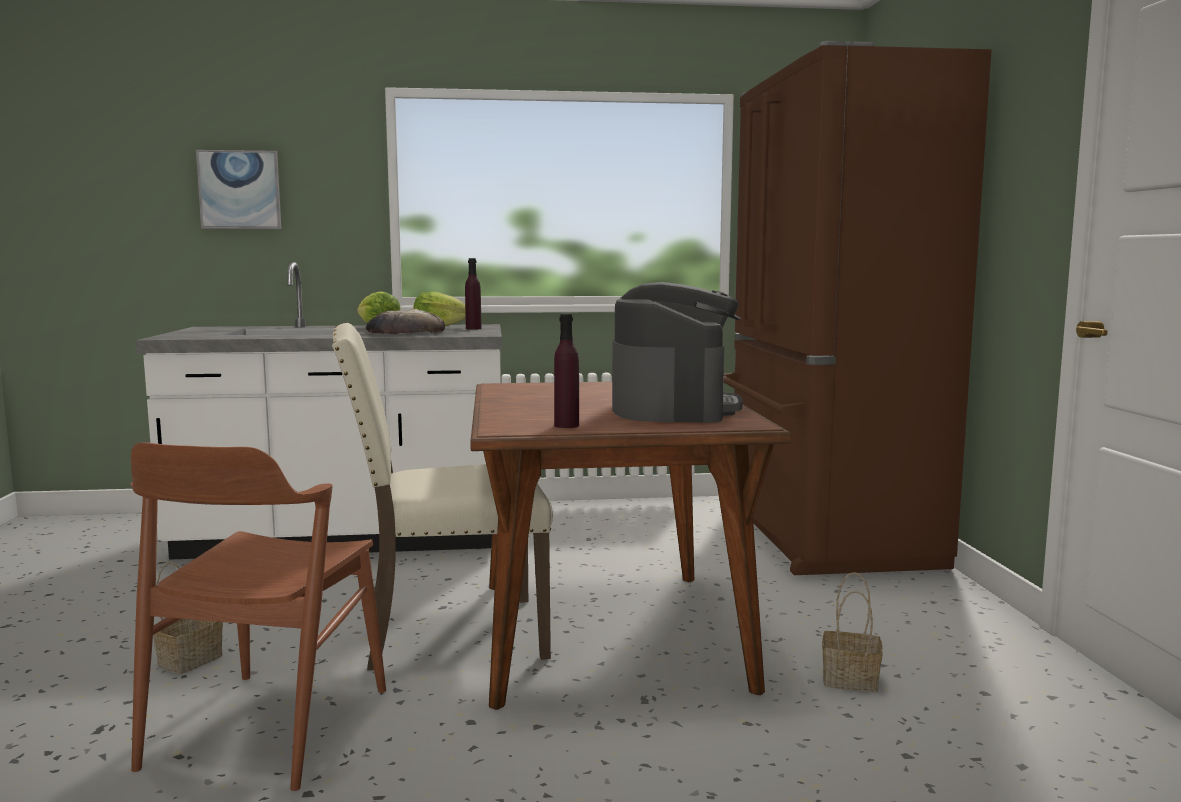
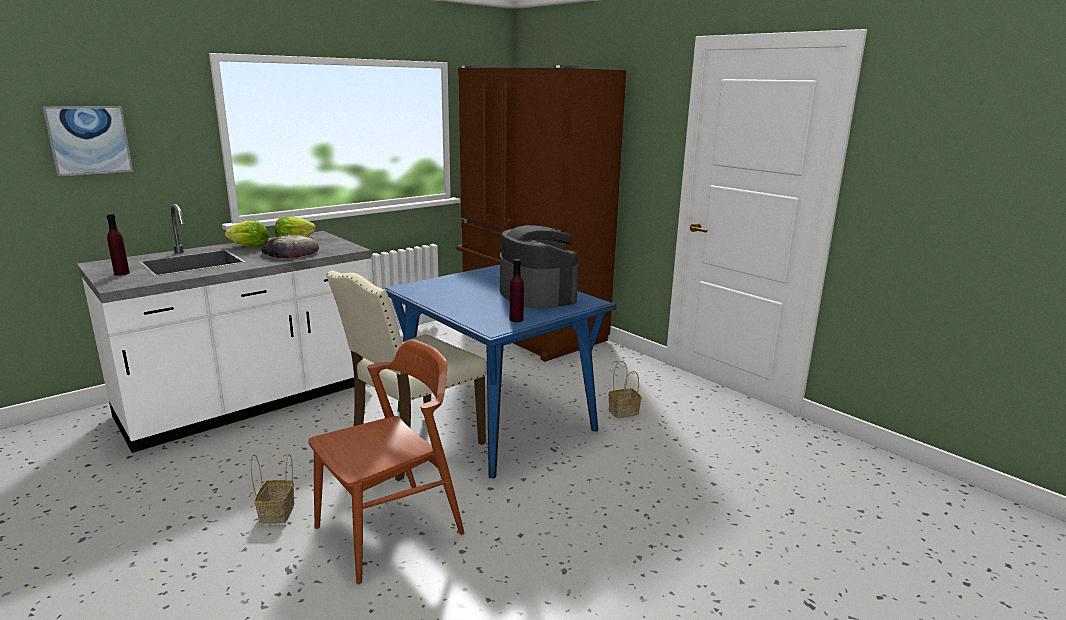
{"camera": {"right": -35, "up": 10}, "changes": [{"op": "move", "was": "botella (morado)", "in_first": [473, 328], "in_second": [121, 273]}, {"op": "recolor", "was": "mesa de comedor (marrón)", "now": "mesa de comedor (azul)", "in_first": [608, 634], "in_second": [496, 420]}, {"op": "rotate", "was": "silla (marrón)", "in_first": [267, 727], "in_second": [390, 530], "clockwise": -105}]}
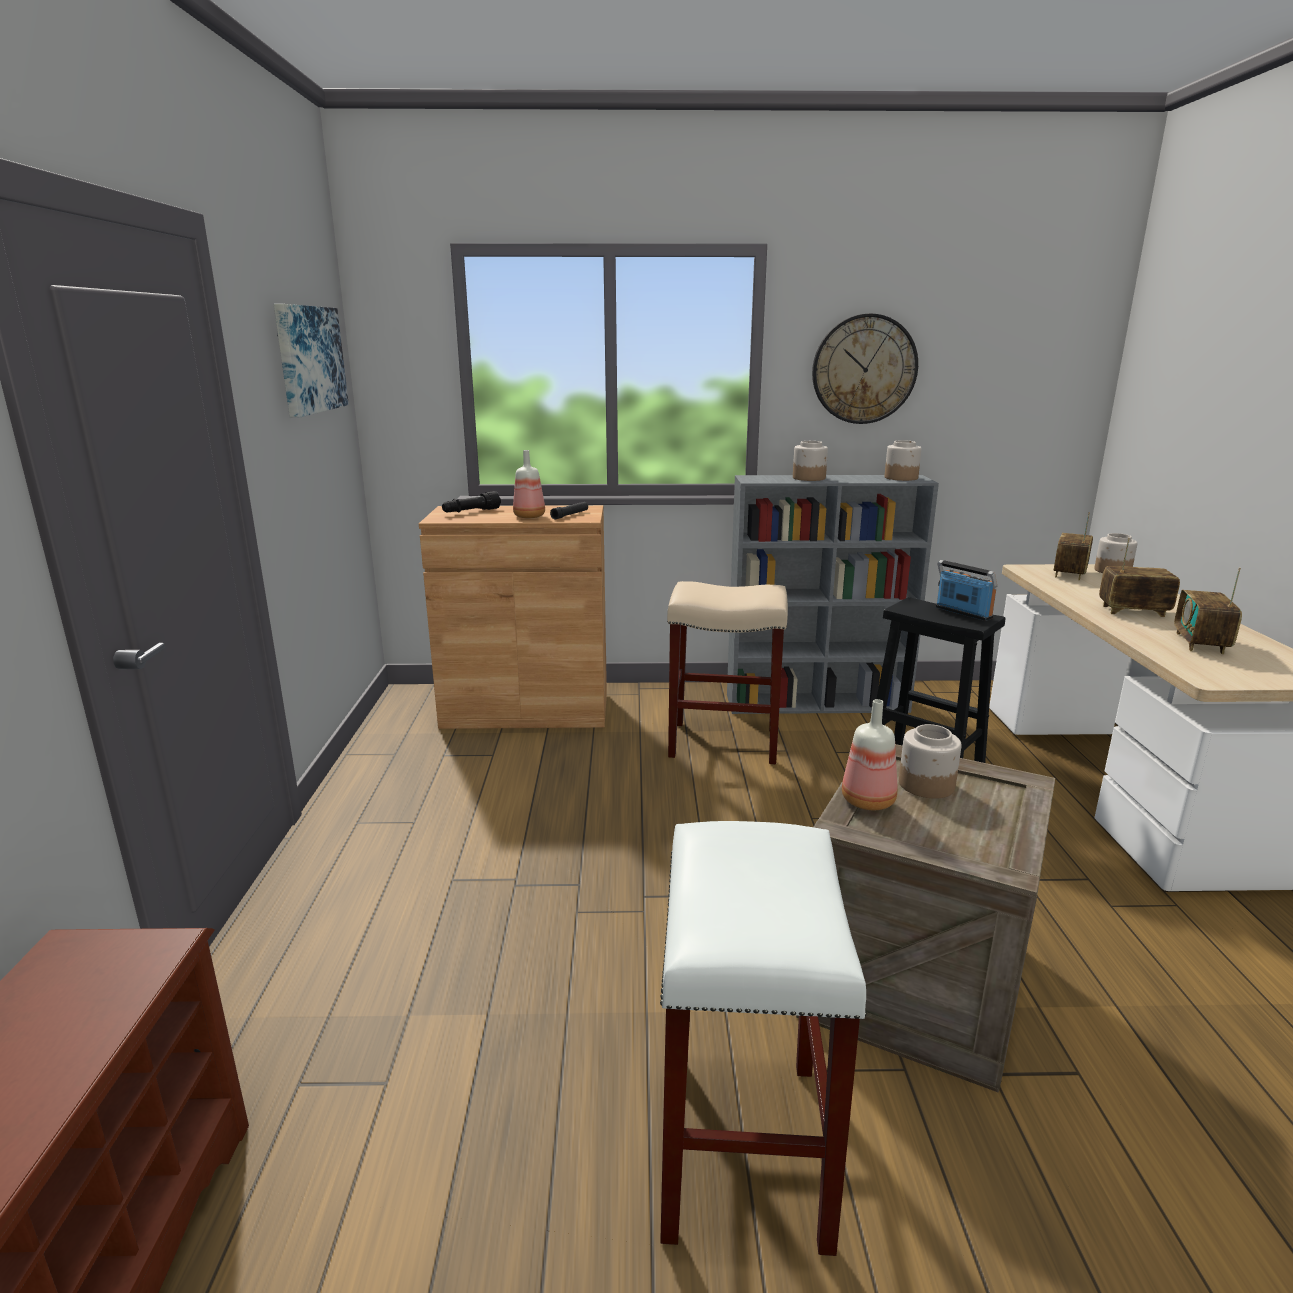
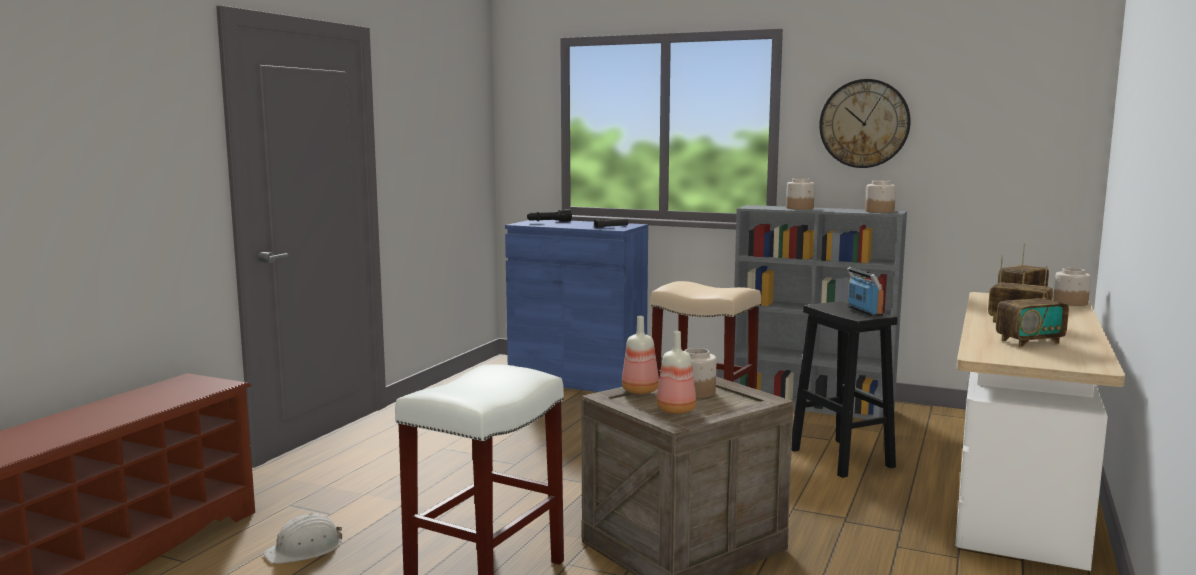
{"camera": {"right": 25, "up": -10}, "changes": [{"op": "delete", "was": "cuadro", "in_first": [309, 359]}, {"op": "insert", "now": "casco (blanco)", "in_second": [305, 549]}, {"op": "move", "was": "botella", "in_first": [529, 516], "in_second": [676, 410]}, {"op": "recolor", "was": "armario (marrón)", "now": "armario (azul)", "in_first": [526, 710], "in_second": [577, 379]}, {"op": "rotate", "was": "radio", "in_first": [1200, 643], "in_second": [1029, 342], "clockwise": -150}]}
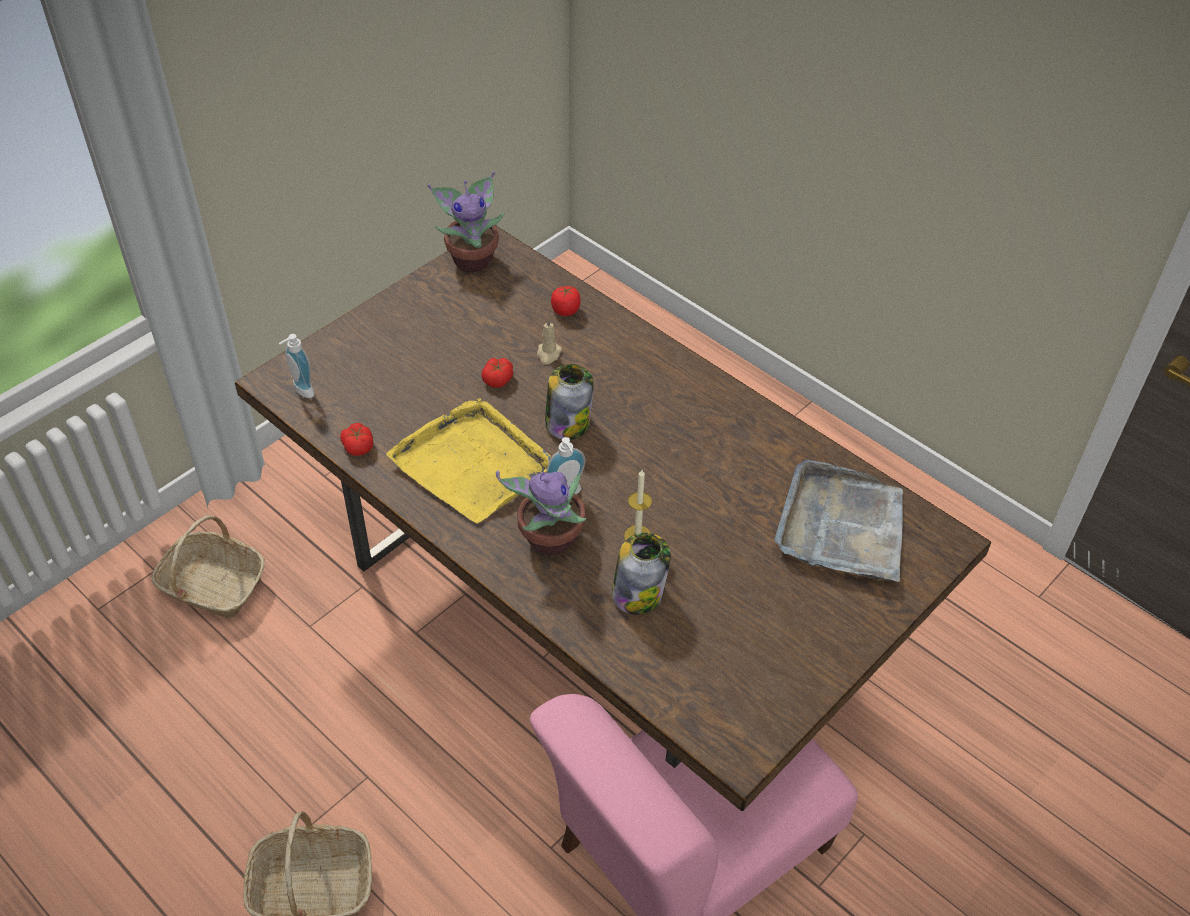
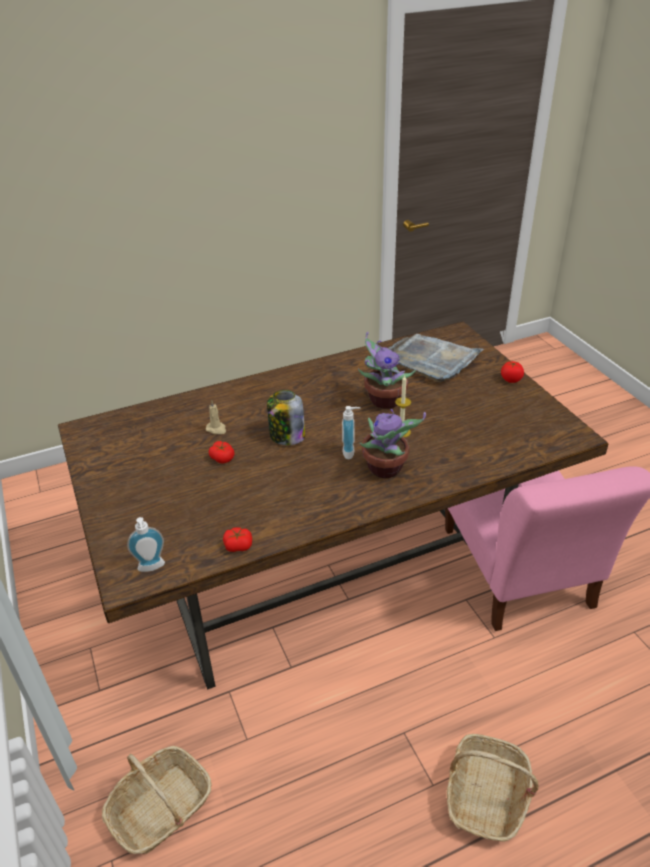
{"camera": {"right": -65, "up": -10}, "changes": [{"op": "delete", "was": "bandeja (amarillo)", "in_first": [473, 464]}, {"op": "delete", "was": "tarro", "in_first": [638, 593]}, {"op": "move", "was": "planta en maceta", "in_first": [472, 258], "in_second": [383, 400]}, {"op": "move", "was": "tomate", "in_first": [565, 310], "in_second": [511, 379]}]}
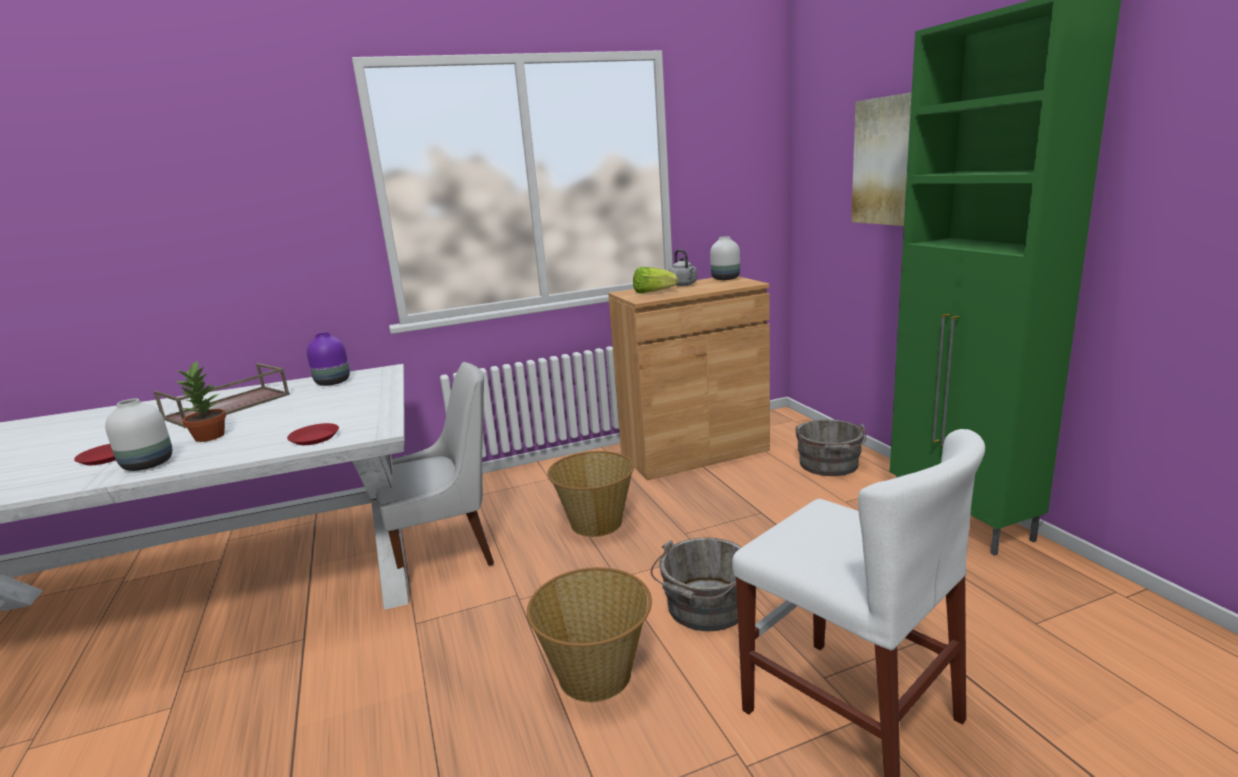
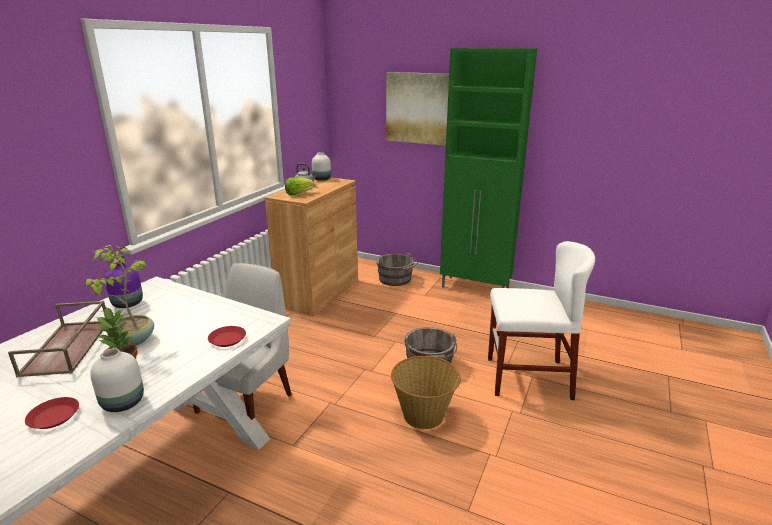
{"camera": {"right": -45, "up": 5}, "changes": [{"op": "delete", "was": "cesta", "in_first": [595, 523]}, {"op": "insert", "now": "planta en maceta", "in_second": [133, 340]}]}
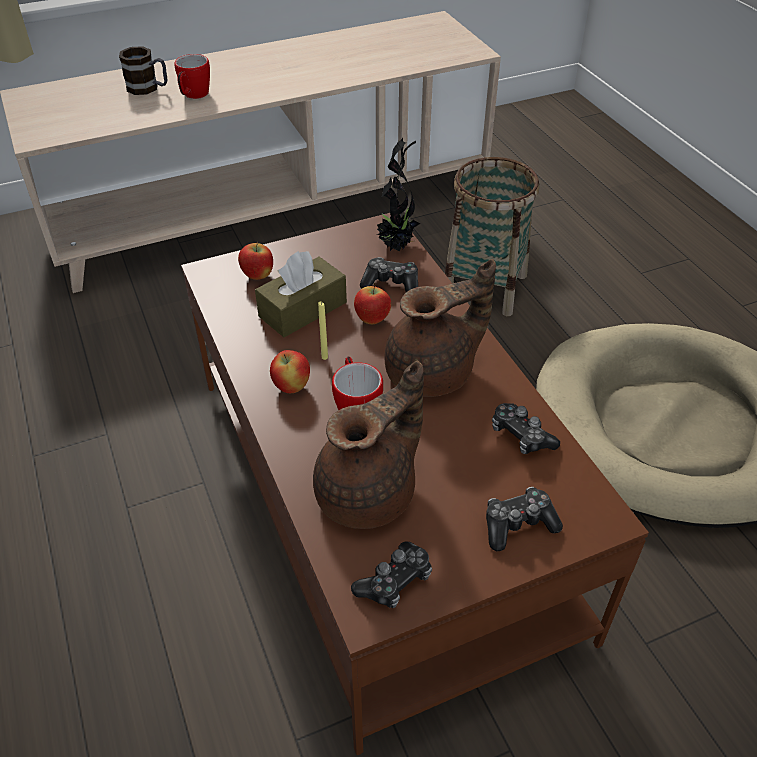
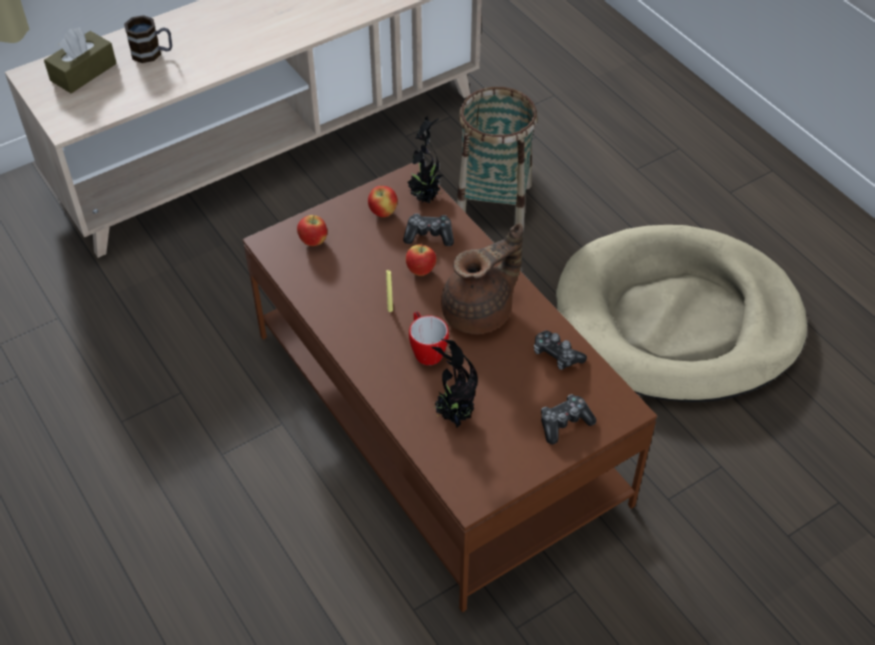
{"camera": {"right": -10, "up": 5}, "changes": [{"op": "delete", "was": "taza grande", "in_first": [194, 96]}, {"op": "delete", "was": "mando de consola", "in_first": [395, 582]}, {"op": "move", "was": "caja de pañuelos (marrón)", "in_first": [303, 309], "in_second": [83, 72]}, {"op": "move", "was": "manzana", "in_first": [291, 387], "in_second": [383, 212]}, {"op": "replace", "was": "tetera (marrón)", "now": "planta en maceta", "in_first": [370, 493], "in_second": [452, 415]}]}
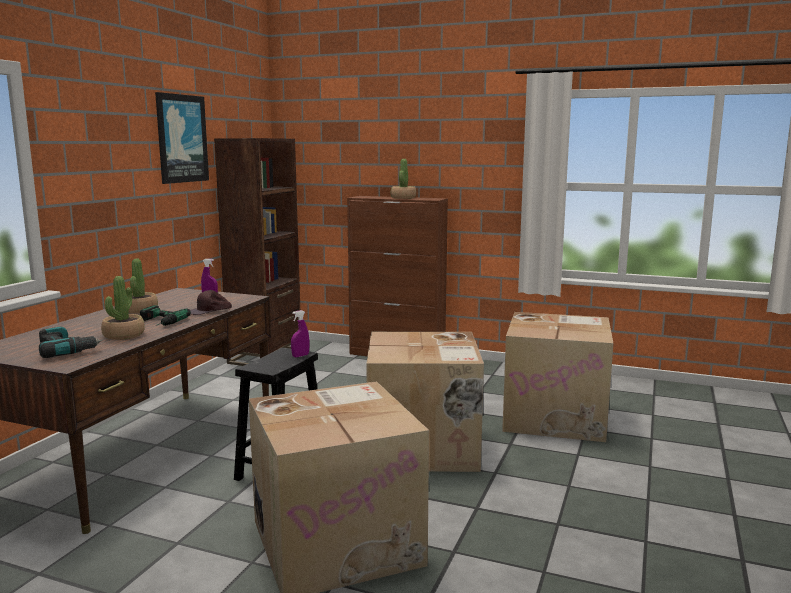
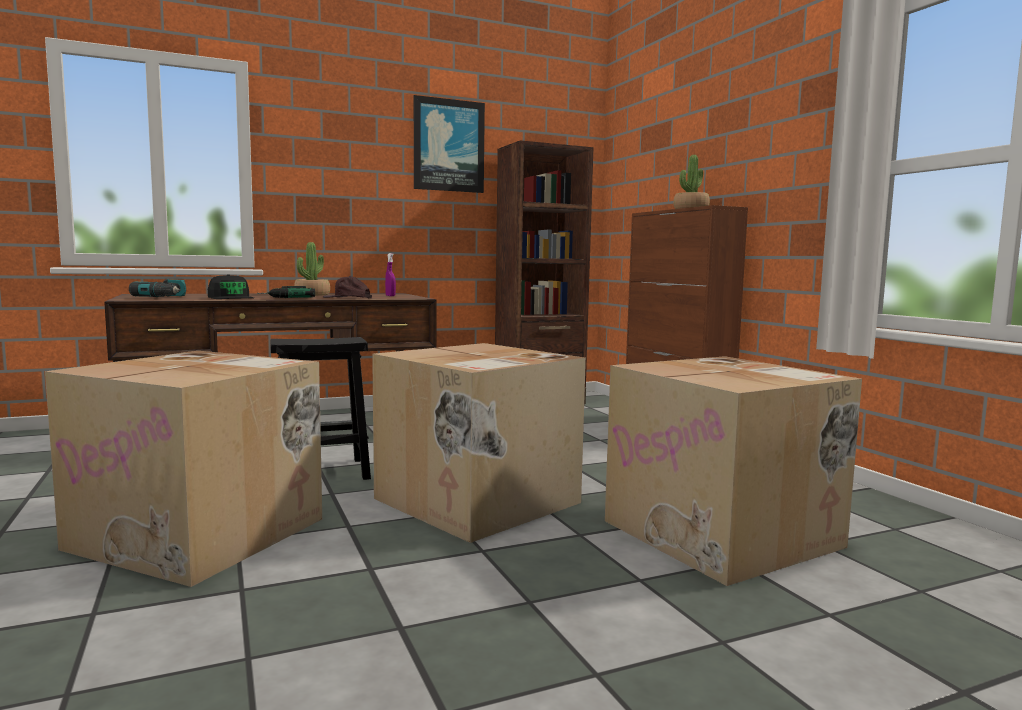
{"camera": {"right": 45, "up": -5}, "changes": [{"op": "delete", "was": "pulverizador (morado)", "in_first": [300, 356]}, {"op": "replace", "was": "planta en maceta", "now": "gorra (negro)", "in_first": [123, 335], "in_second": [231, 298]}]}
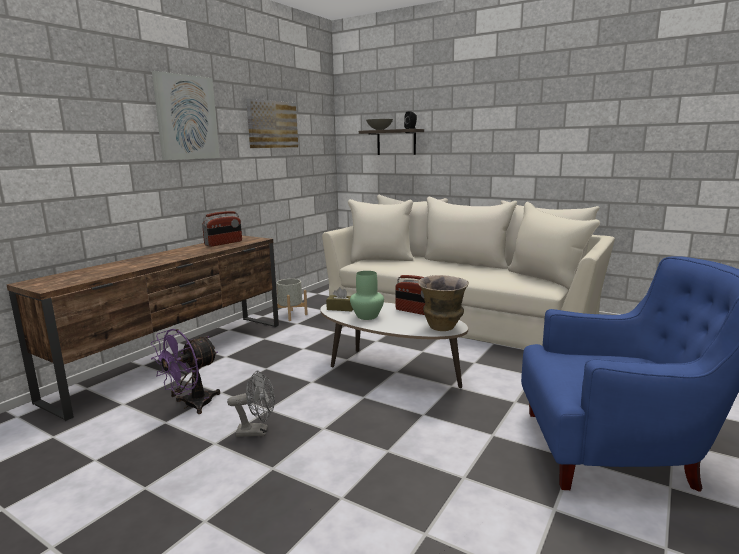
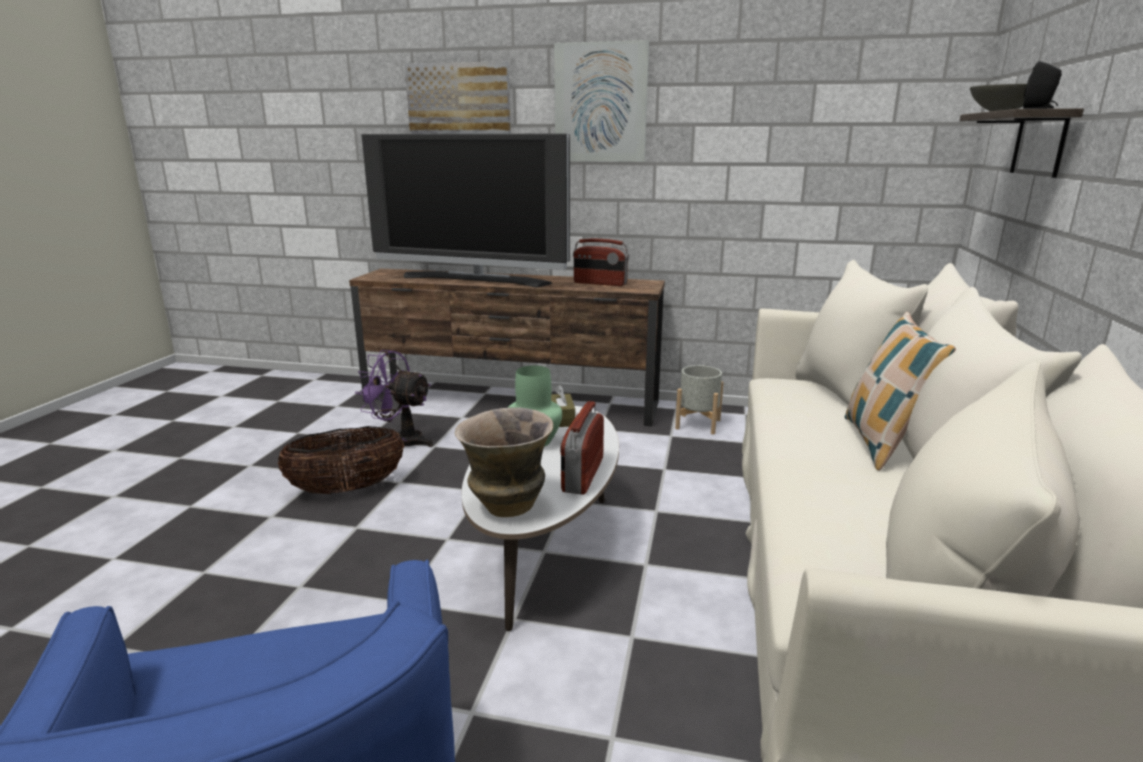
{"camera": {"right": 70, "up": 5}, "changes": [{"op": "insert", "now": "televisor", "in_second": [475, 280]}, {"op": "insert", "now": "cojín", "in_second": [882, 444]}, {"op": "move", "was": "cuadro", "in_first": [272, 124], "in_second": [459, 102]}, {"op": "replace", "was": "ventilador (gris)", "now": "cesta", "in_first": [257, 431], "in_second": [347, 489]}]}
